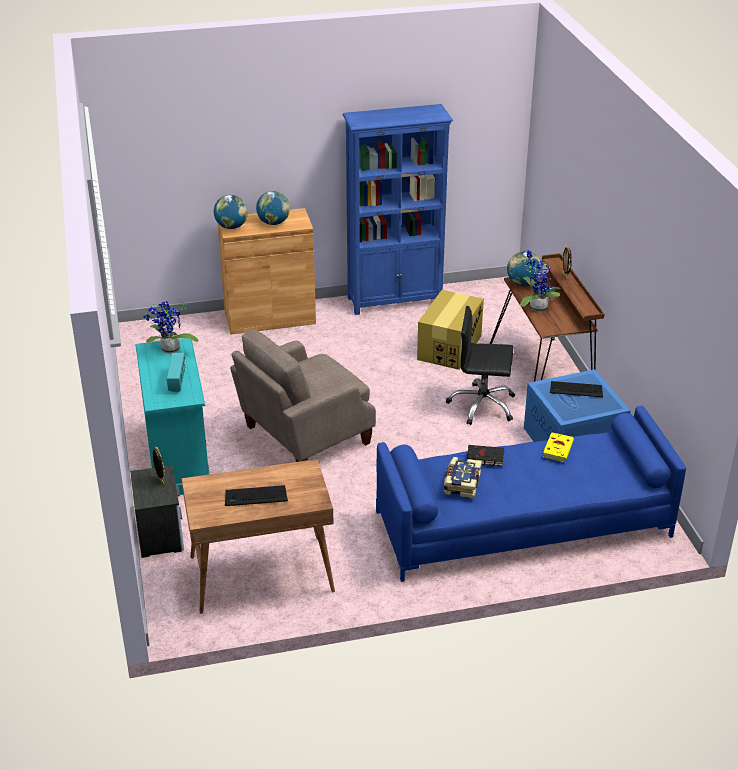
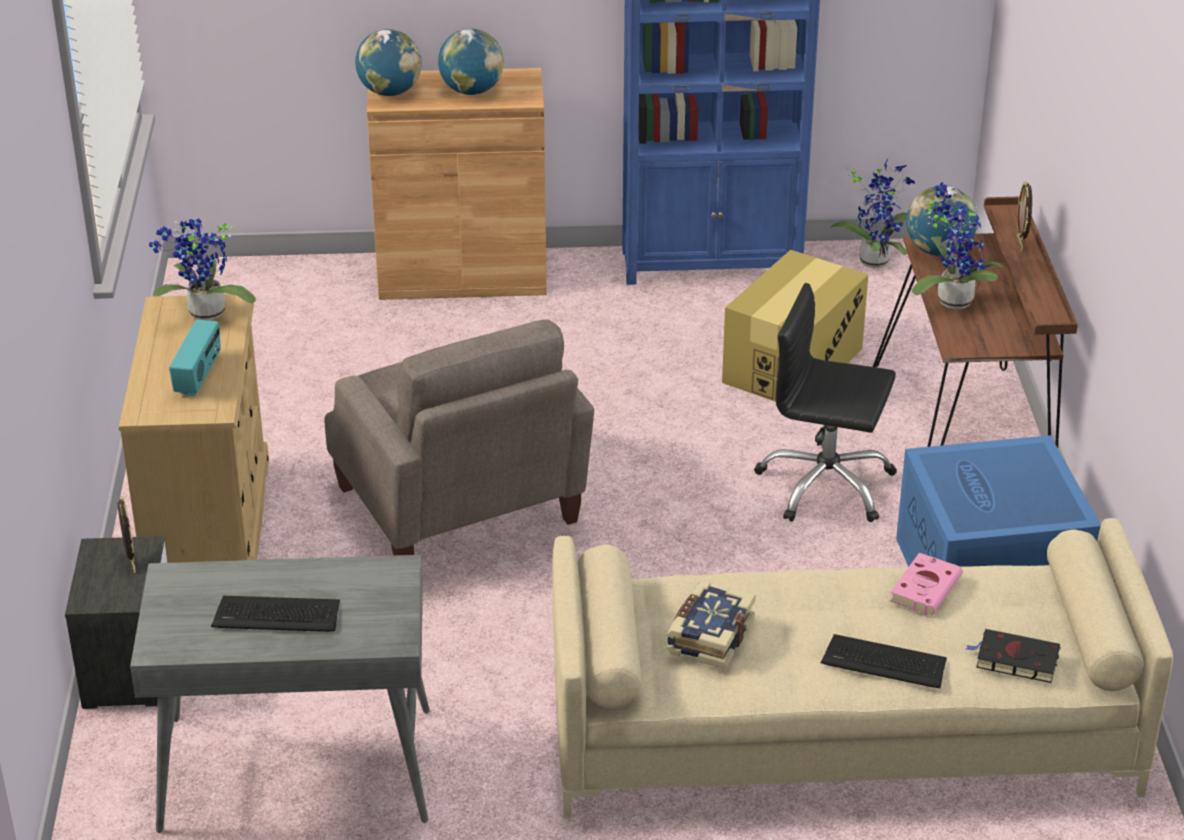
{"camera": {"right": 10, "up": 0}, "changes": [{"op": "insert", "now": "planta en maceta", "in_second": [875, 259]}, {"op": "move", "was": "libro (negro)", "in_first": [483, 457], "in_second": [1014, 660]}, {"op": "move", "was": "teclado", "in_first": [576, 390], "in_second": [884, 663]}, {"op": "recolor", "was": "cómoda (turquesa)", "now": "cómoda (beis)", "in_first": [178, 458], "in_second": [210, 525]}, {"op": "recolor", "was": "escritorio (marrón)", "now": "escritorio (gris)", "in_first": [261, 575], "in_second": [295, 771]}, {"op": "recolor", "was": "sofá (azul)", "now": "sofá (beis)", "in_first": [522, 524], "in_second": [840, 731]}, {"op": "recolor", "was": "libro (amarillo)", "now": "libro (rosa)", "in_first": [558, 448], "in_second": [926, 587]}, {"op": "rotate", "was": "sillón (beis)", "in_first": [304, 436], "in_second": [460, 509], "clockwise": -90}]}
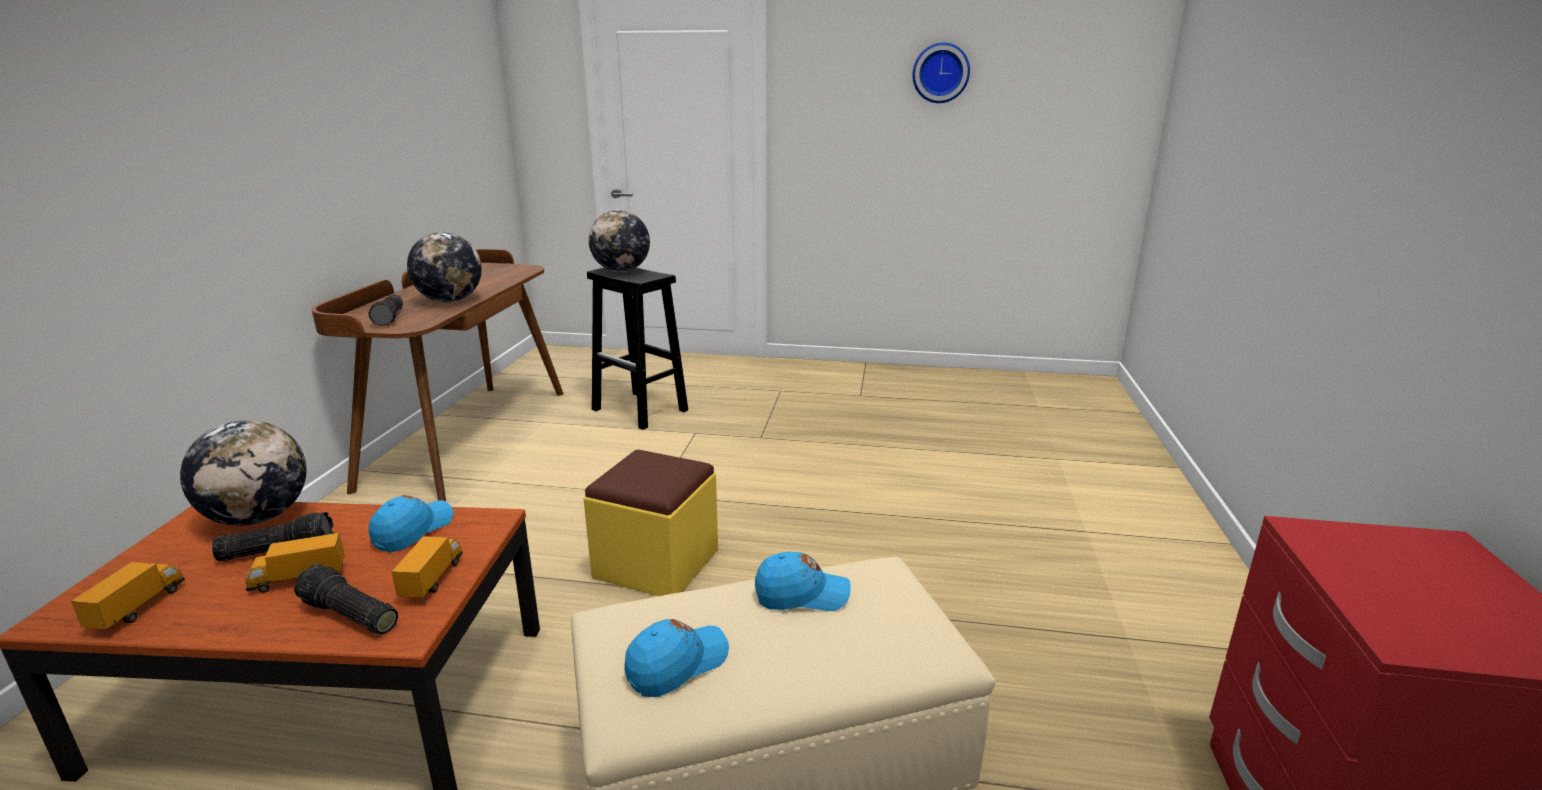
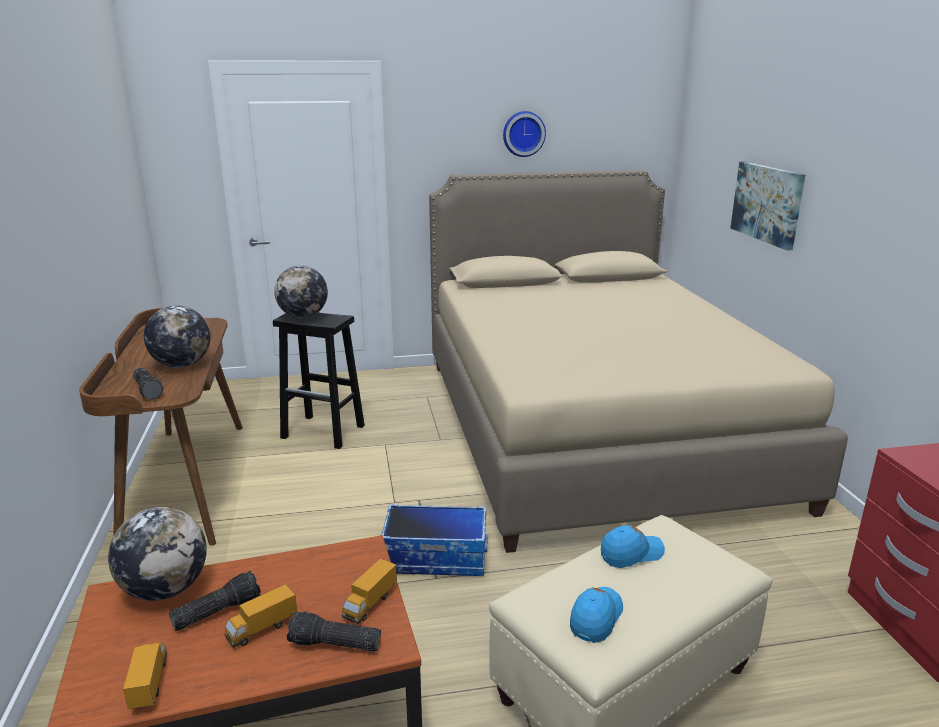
{"camera": {"right": -20, "up": 0}, "changes": [{"op": "delete", "was": "gorra (azul)", "in_first": [413, 531]}, {"op": "insert", "now": "cama (beis)", "in_second": [590, 427]}, {"op": "insert", "now": "cuadro", "in_second": [767, 203]}, {"op": "replace", "was": "puf (amarillo)", "now": "caja de almacenaje", "in_first": [656, 564], "in_second": [436, 557]}, {"op": "rotate", "was": "camión de juguete", "in_first": [433, 580], "in_second": [370, 604], "clockwise": -135}]}
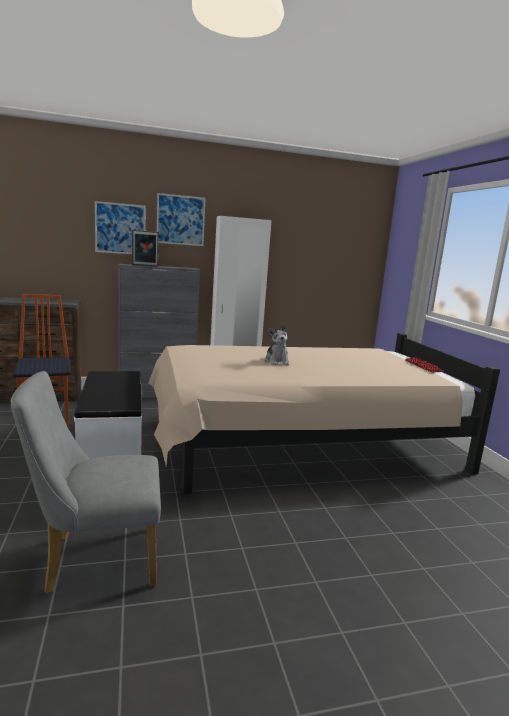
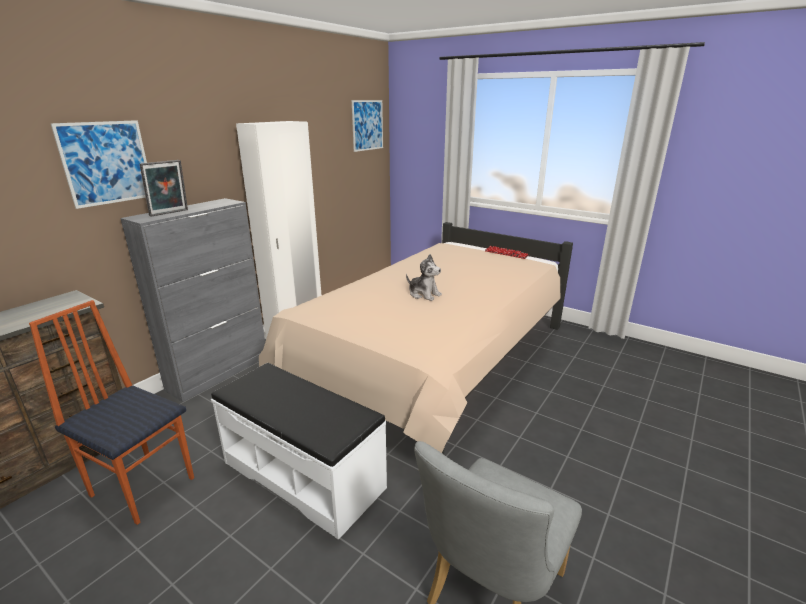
{"camera": {"right": -40, "up": 10}, "changes": [{"op": "move", "was": "cuadro", "in_first": [180, 220], "in_second": [367, 125]}]}
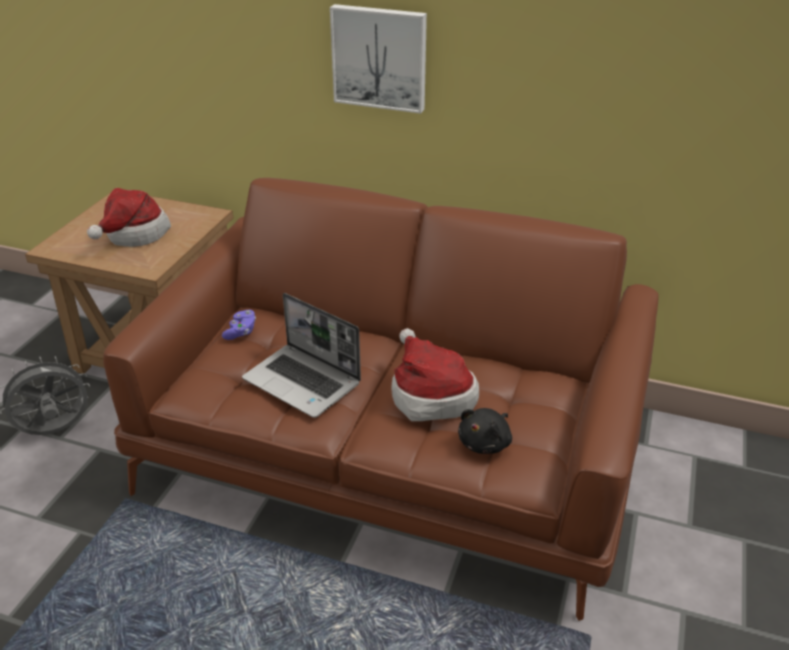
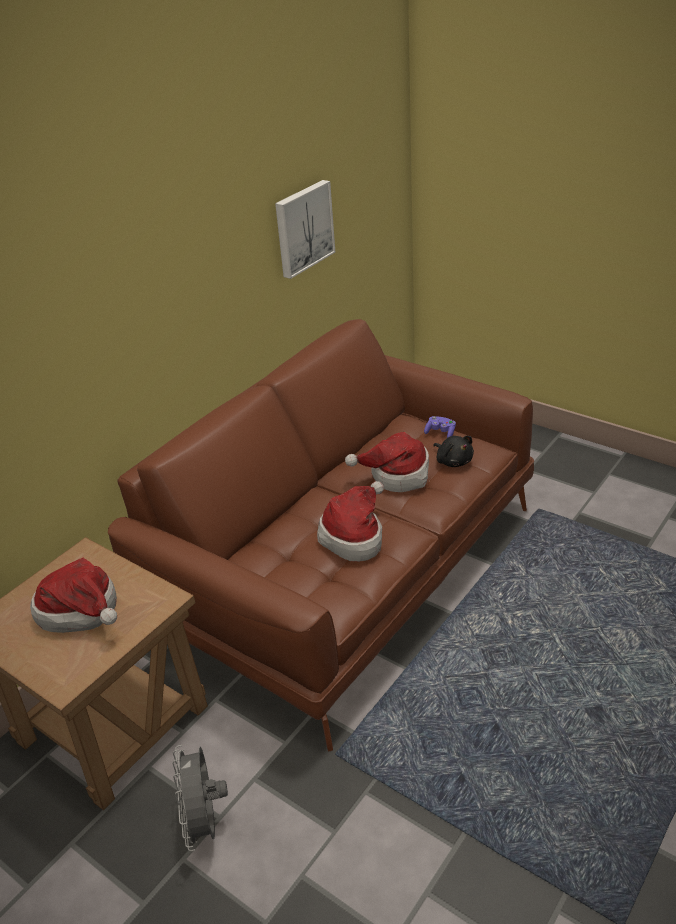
{"camera": {"right": -70, "up": 0}, "changes": [{"op": "move", "was": "mando de consola (morado)", "in_first": [241, 332], "in_second": [440, 433]}, {"op": "move", "was": "cuadro", "in_first": [380, 57], "in_second": [303, 228]}, {"op": "replace", "was": "portátil", "now": "sombrero", "in_first": [303, 382], "in_second": [355, 536]}]}
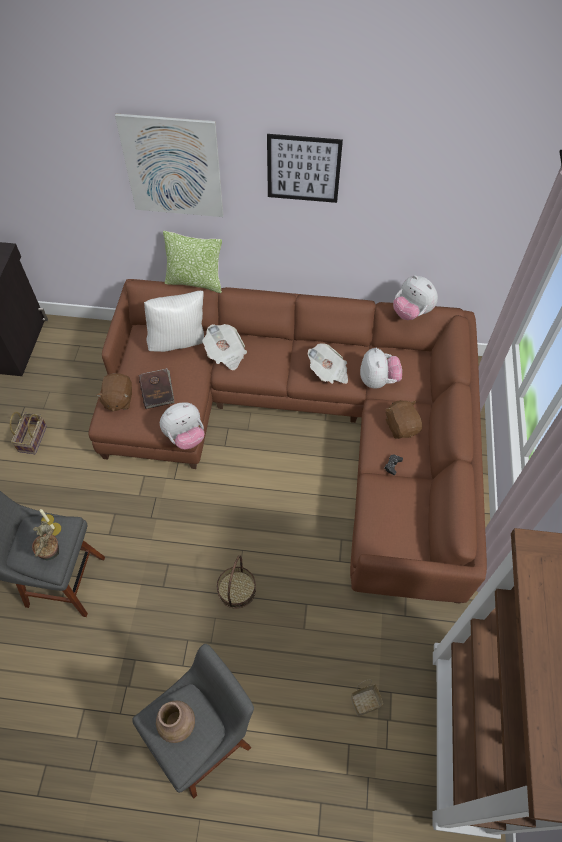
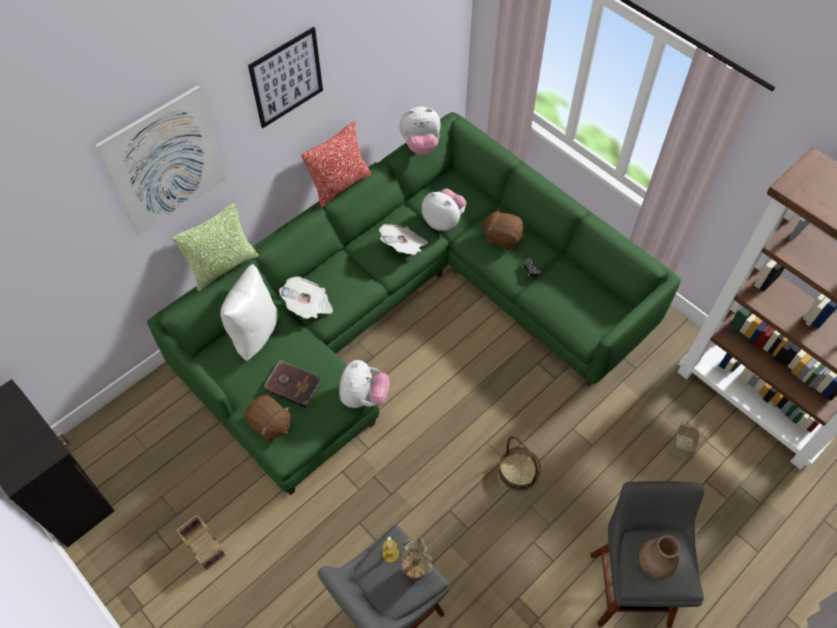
{"camera": {"right": -50, "up": 0}, "changes": [{"op": "insert", "now": "cojín", "in_second": [340, 185]}, {"op": "recolor", "was": "sofá (marrón)", "now": "sofá (verde)", "in_first": [307, 422], "in_second": [408, 308]}]}
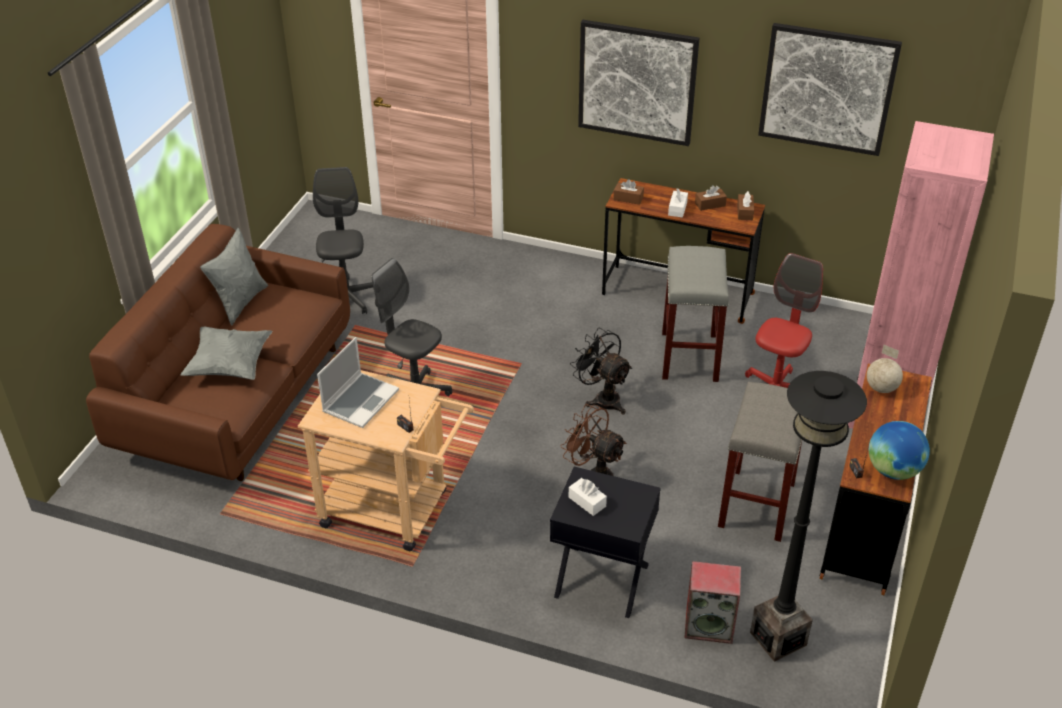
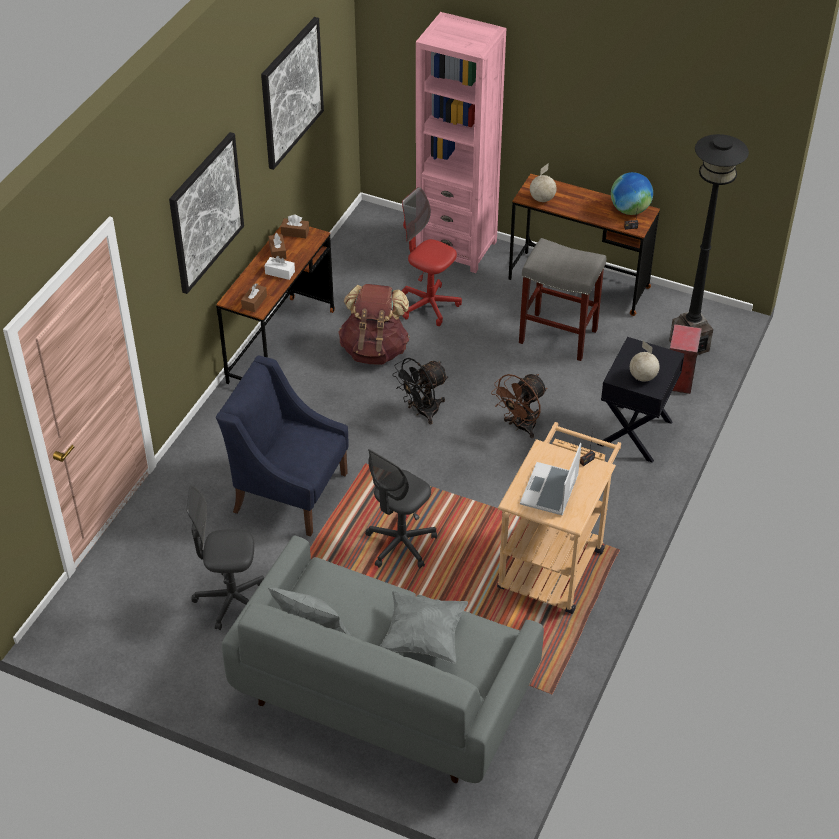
{"camera": {"right": -85, "up": 5}, "changes": [{"op": "insert", "now": "sillón (azul)", "in_second": [289, 491]}, {"op": "replace", "was": "caja de pañuelos (blanco)", "now": "globo terráqueo", "in_first": [587, 502], "in_second": [643, 377]}, {"op": "replace", "was": "taburete (gris)", "now": "mochila (marrón)", "in_first": [690, 357], "in_second": [375, 350]}, {"op": "recolor", "was": "sofá (marrón)", "now": "sofá (gris)", "in_first": [238, 398], "in_second": [384, 691]}, {"op": "rotate", "was": "portátil", "in_first": [360, 400], "in_second": [550, 491], "clockwise": -105}]}
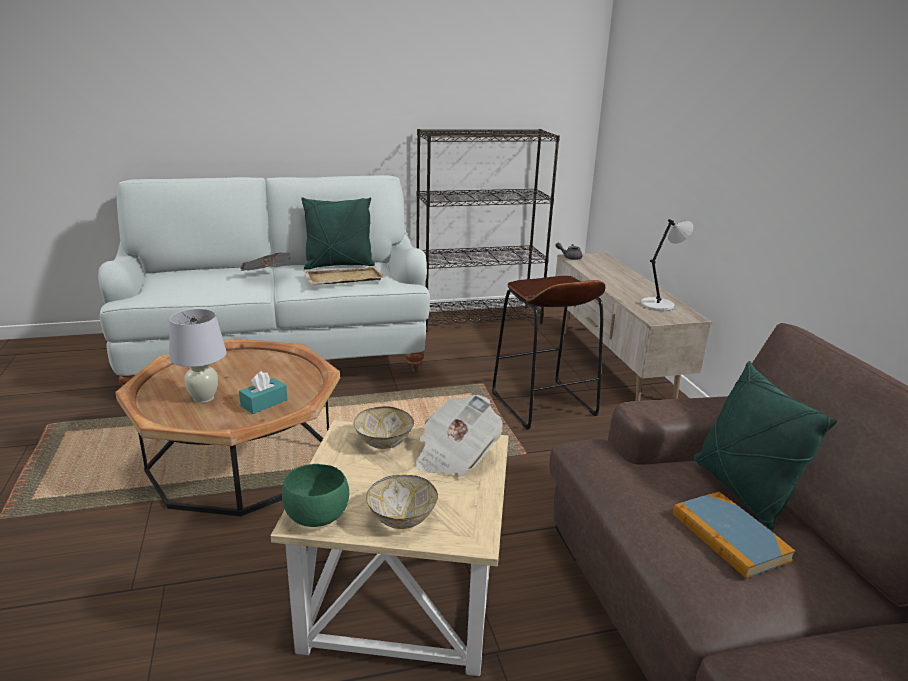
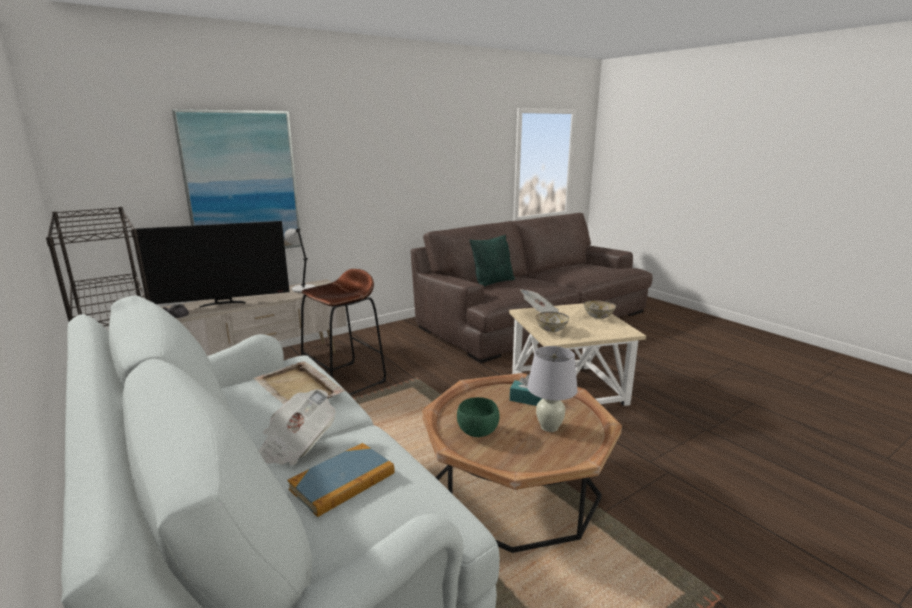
{"camera": {"right": -110, "up": -5}, "changes": [{"op": "delete", "was": "cojín (verde)", "in_first": [339, 265]}, {"op": "insert", "now": "televisor", "in_second": [223, 303]}, {"op": "insert", "now": "cuadro", "in_second": [242, 184]}, {"op": "move", "was": "cuenco (verde)", "in_first": [315, 517], "in_second": [477, 433]}, {"op": "move", "was": "libro", "in_first": [729, 537], "in_second": [342, 481]}]}
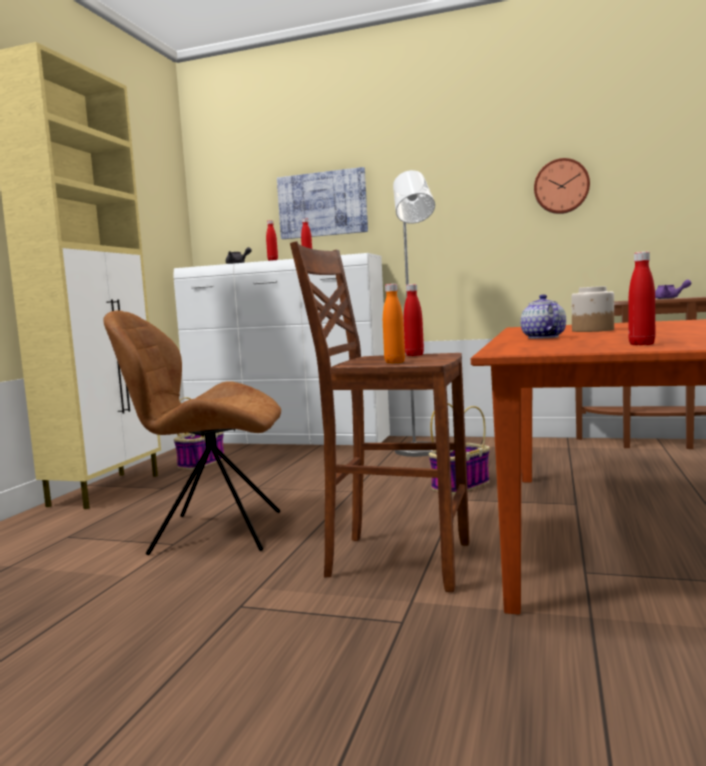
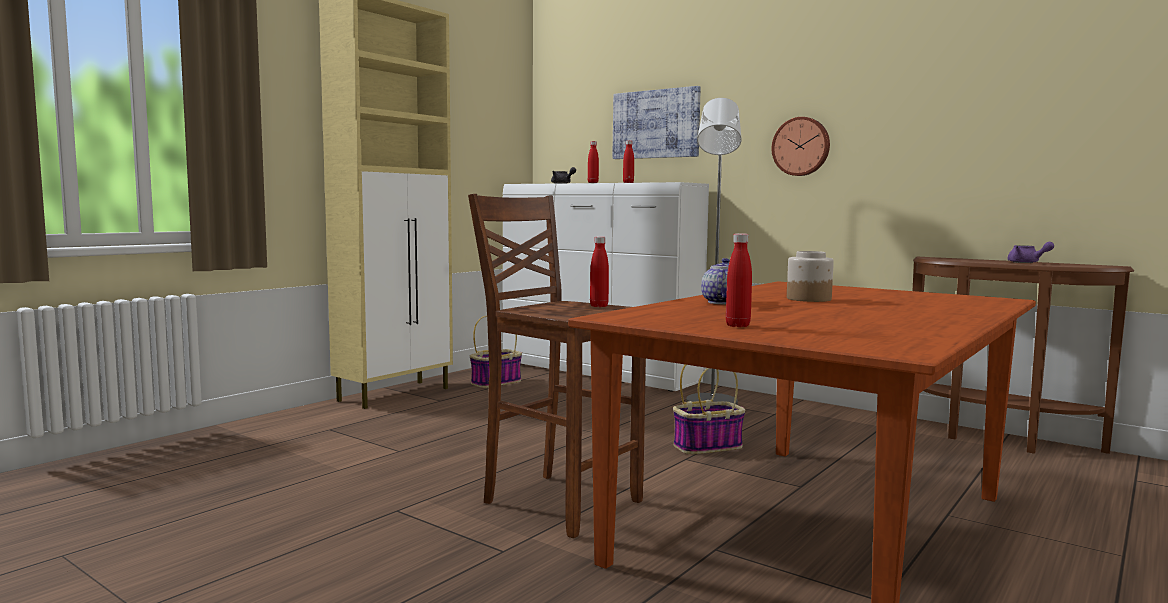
{"camera": {"right": 20, "up": 0}, "changes": [{"op": "delete", "was": "silla (marrón)", "in_first": [212, 532]}, {"op": "delete", "was": "botella (naranja)", "in_first": [394, 362]}, {"op": "move", "was": "reloj de pared", "in_first": [561, 186], "in_second": [801, 146]}]}
